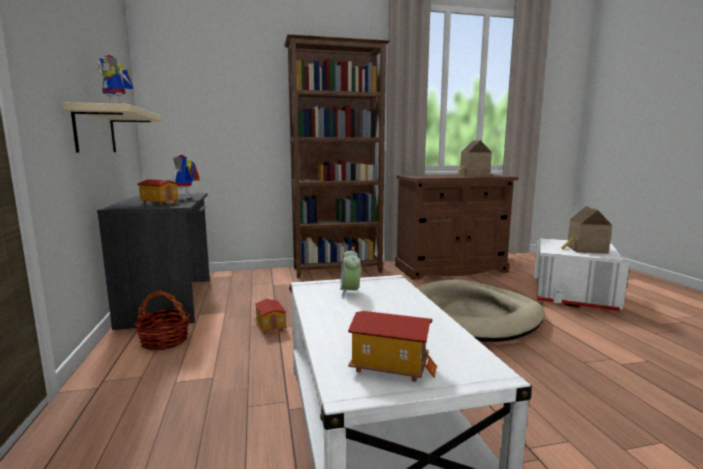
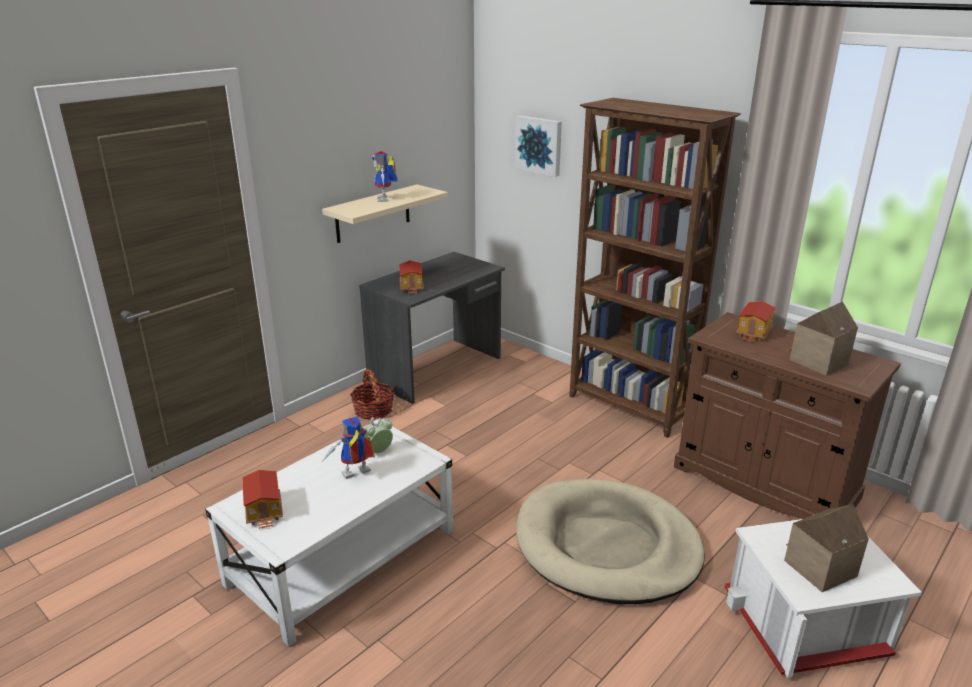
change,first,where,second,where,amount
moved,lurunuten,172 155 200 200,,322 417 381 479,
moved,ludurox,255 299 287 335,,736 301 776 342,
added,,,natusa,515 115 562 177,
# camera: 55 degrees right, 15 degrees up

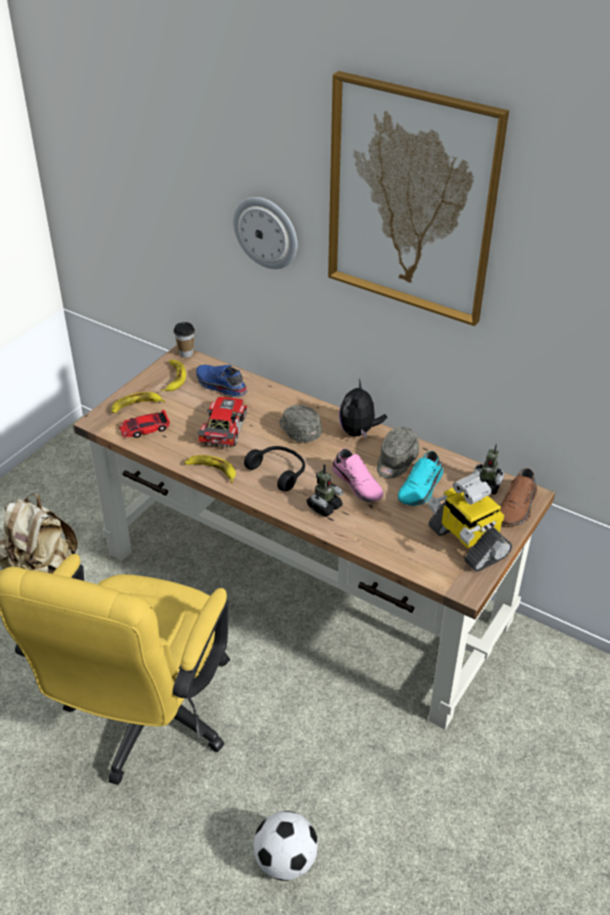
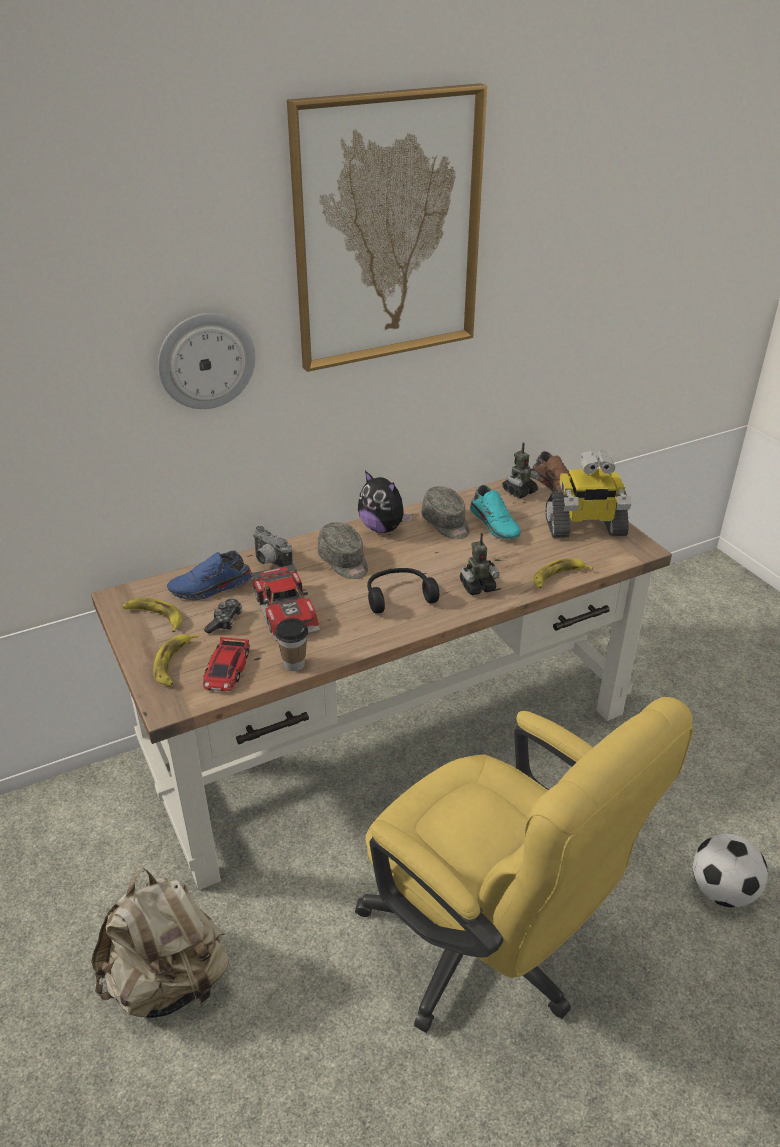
change,first,where,second,where,amount
moved,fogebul,173 322 195 358,,275 618 308 671,
moved,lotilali,185 455 236 483,,533 558 593 589,
turned,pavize,198 397 248 448,,251 563 320 641,150 degrees counterclockwise
turned,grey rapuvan,280 405 322 443,,318 522 368 579,120 degrees counterclockwise
turned,lurunuten,306 464 343 517,,460 533 500 595,90 degrees clockwise
removed,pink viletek,332 448 383 502,,,
added,,,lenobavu,204 599 242 634,
added,,,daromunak,253 526 292 567,
# camera: 60 degrees left, 5 degrees down

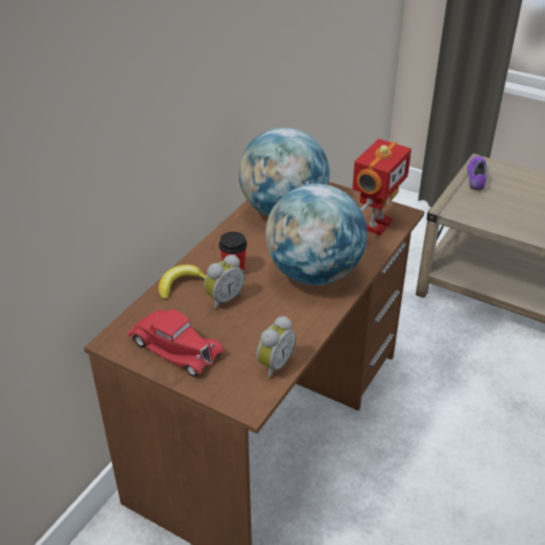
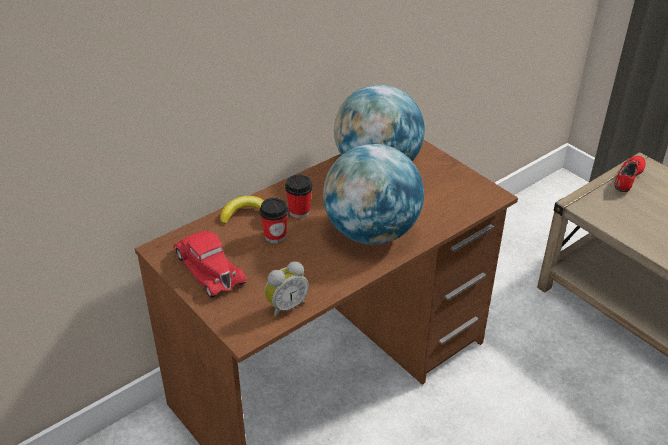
change,first,where,second,where,amount
replaced,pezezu,204 255 245 310,fogebul,260 198 288 243,
removed,lurunuten,352 139 411 235,,,
recoloured,purple viletek,467 156 487 190,red viletek,614 156 646 192,
# camera: 20 degrees right, 0 degrees up

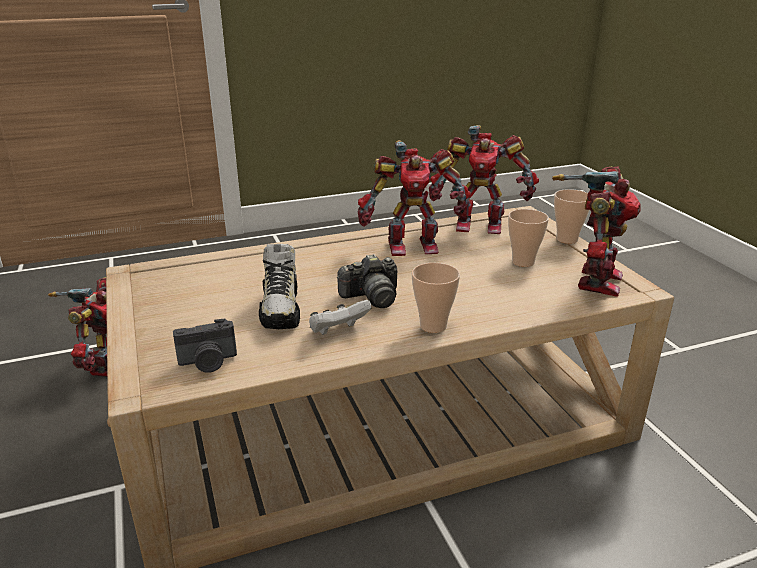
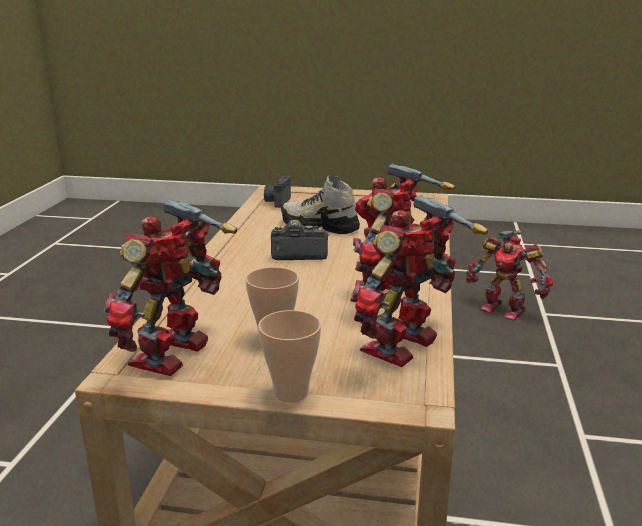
change,first,where,second,where,amount
removed,white lenobavu,309 300 371 335,,,
turned,daromunak,337 254 397 308,,271 220 330 260,75 degrees clockwise
removed,fogebul,412 263 460 333,,,
turned,lurunuten,552 166 641 297,,104 199 237 376,60 degrees clockwise
# camera: 120 degrees right, 5 degrees down

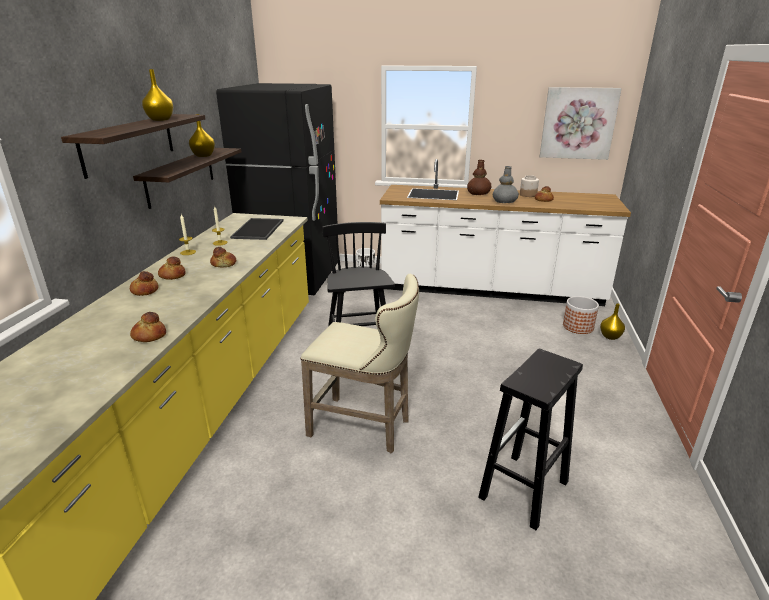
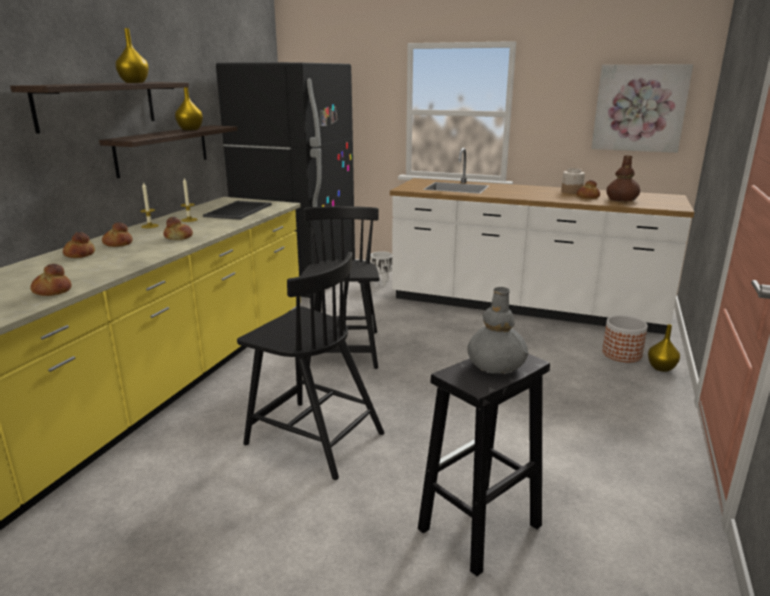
change,first,where,second,where,amount
replaced,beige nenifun,301 274 419 453,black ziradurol,237 252 384 480,
moved,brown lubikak,467 160 491 195,,607 156 640 202,
moved,grey lubikak,493 166 519 203,,467 287 529 374,
# camera: 10 degrees right, 5 degrees down

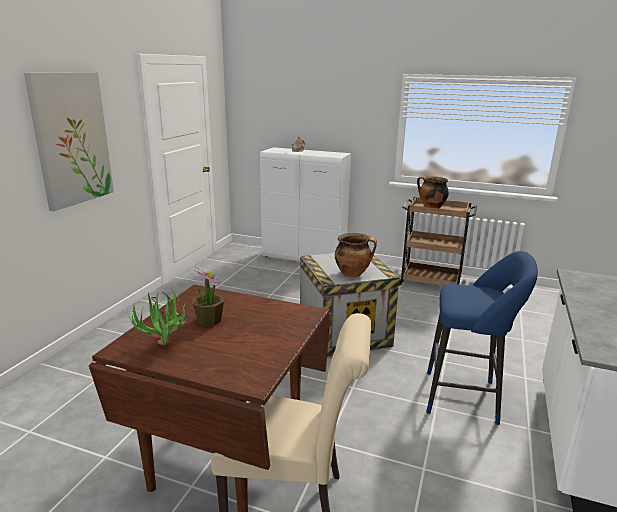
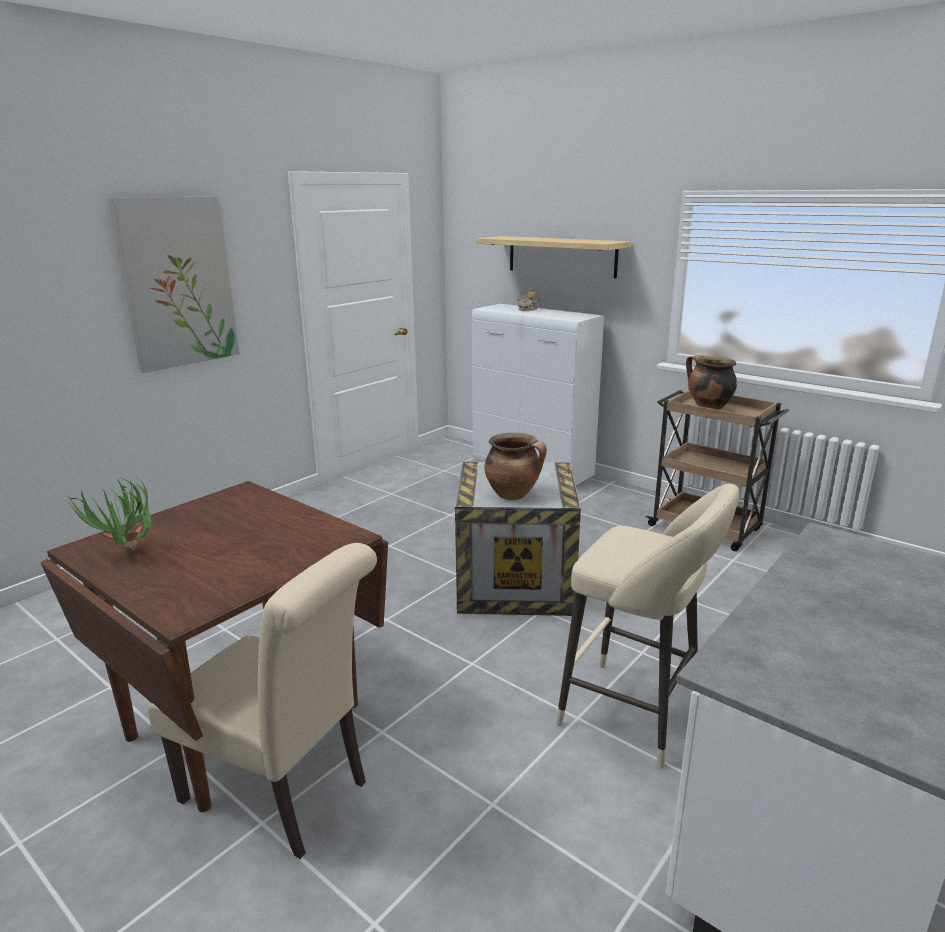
change,first,where,second,where,amount
removed,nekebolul,193 268 224 326,,,
recoloured,blue nenifun,426 251 538 425,beige nenifun,556 484 739 768,
added,,,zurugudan,477 236 631 278,
# camera: 20 degrees right, 0 degrees up

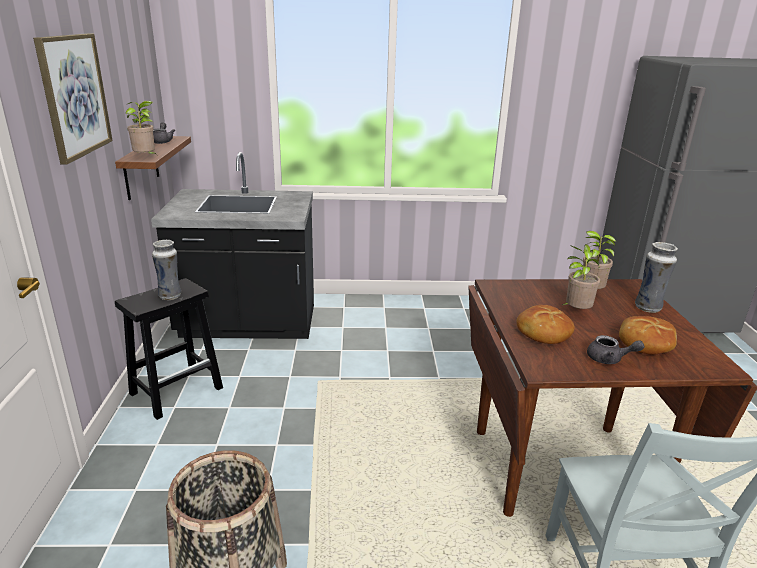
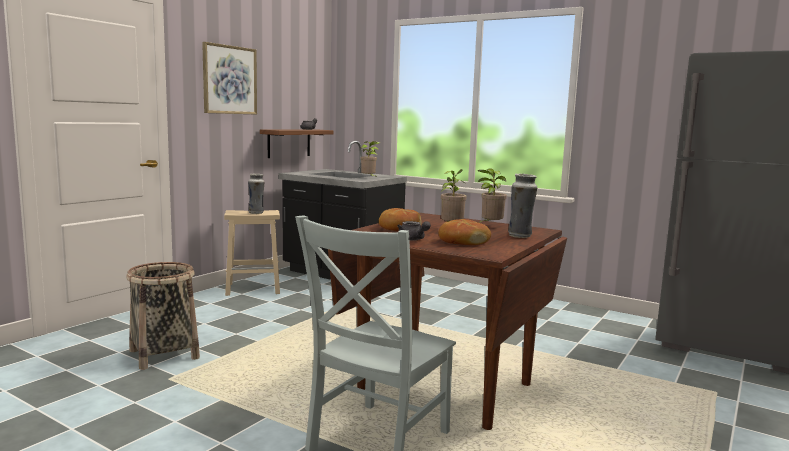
change,first,where,second,where,amount
recoloured,black nenifun,115 278 223 420,beige nenifun,224 210 280 296,
moved,nekebolul,125 101 157 155,,361 141 380 176,
# camera: 35 degrees right, 15 degrees down

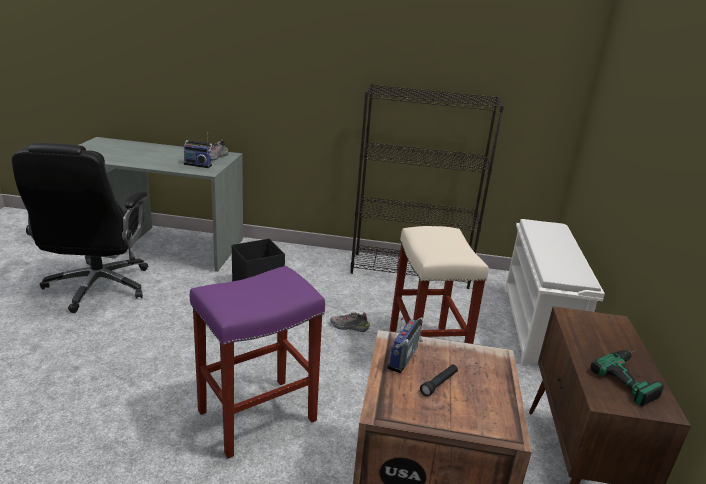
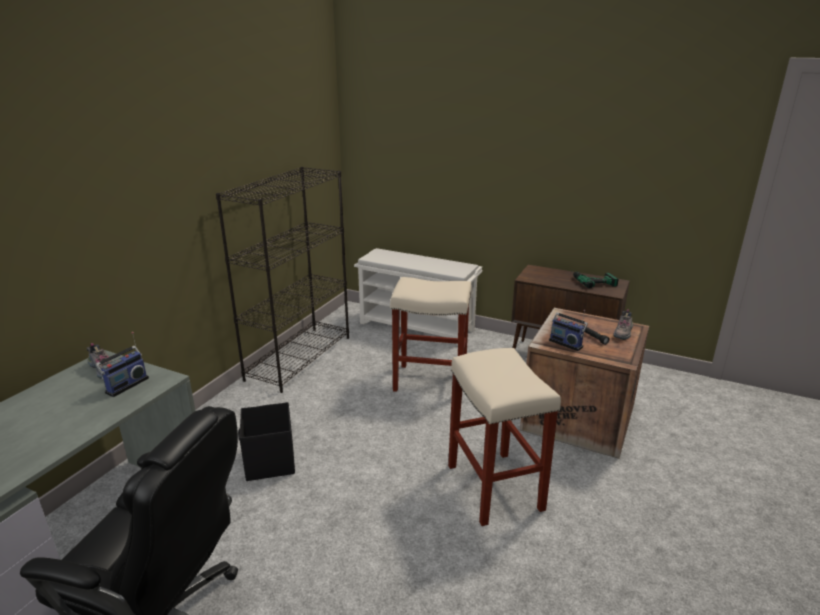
change,first,where,second,where,amount
recoloured,purple nenifun,190 266 325 459,beige nenifun,448 348 561 526,
moved,viletek,330 313 370 332,,613 309 633 340,
# camera: 70 degrees left, 0 degrees up

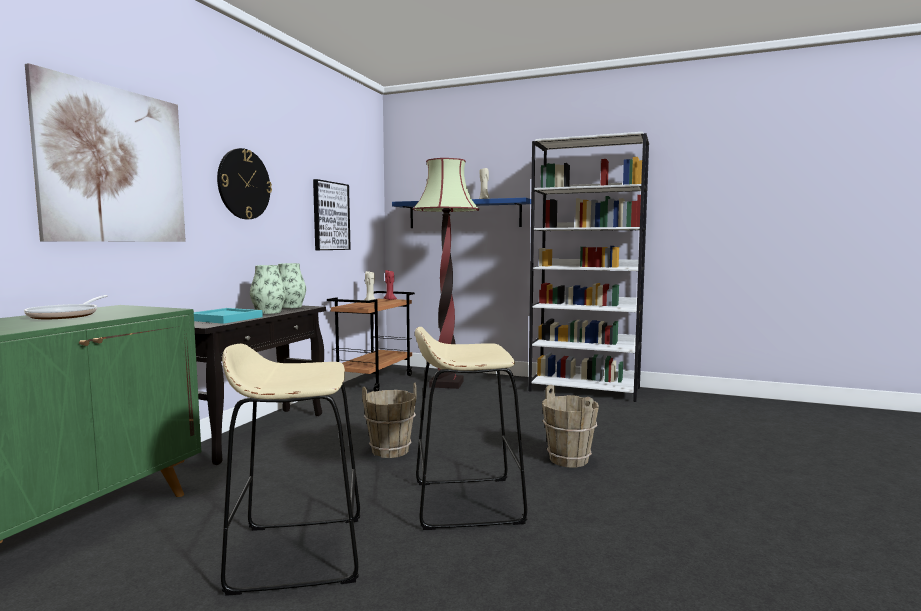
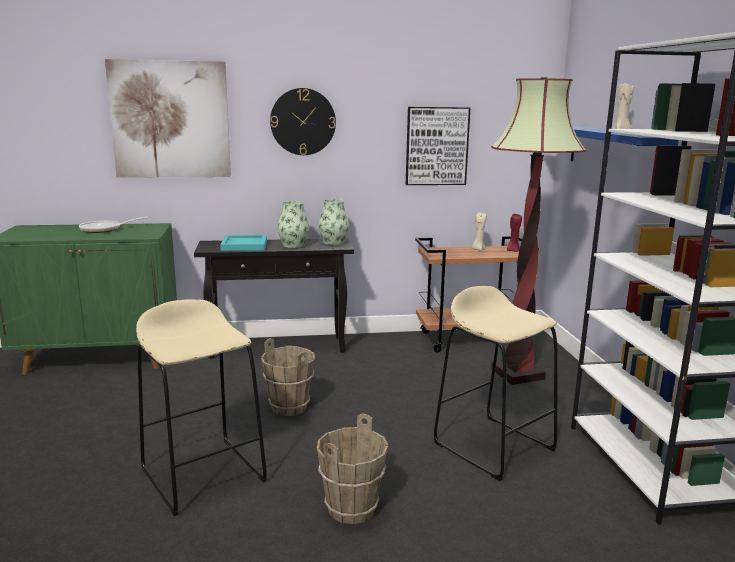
change,first,where,second,where,amount
moved,beige nenifun,221 344 360 596,,433 286 558 481,
# camera: 60 degrees right, 10 degrees up

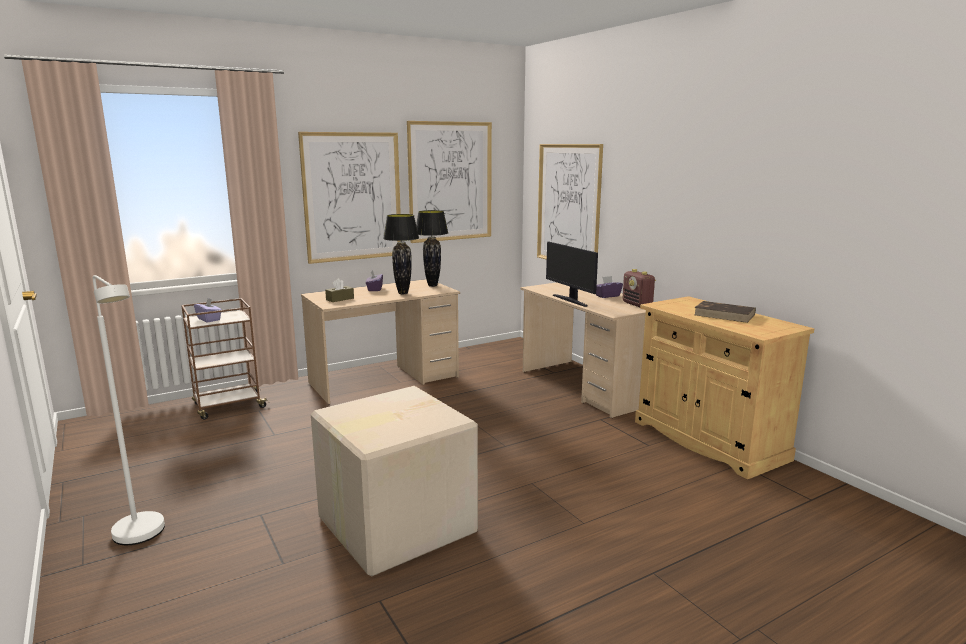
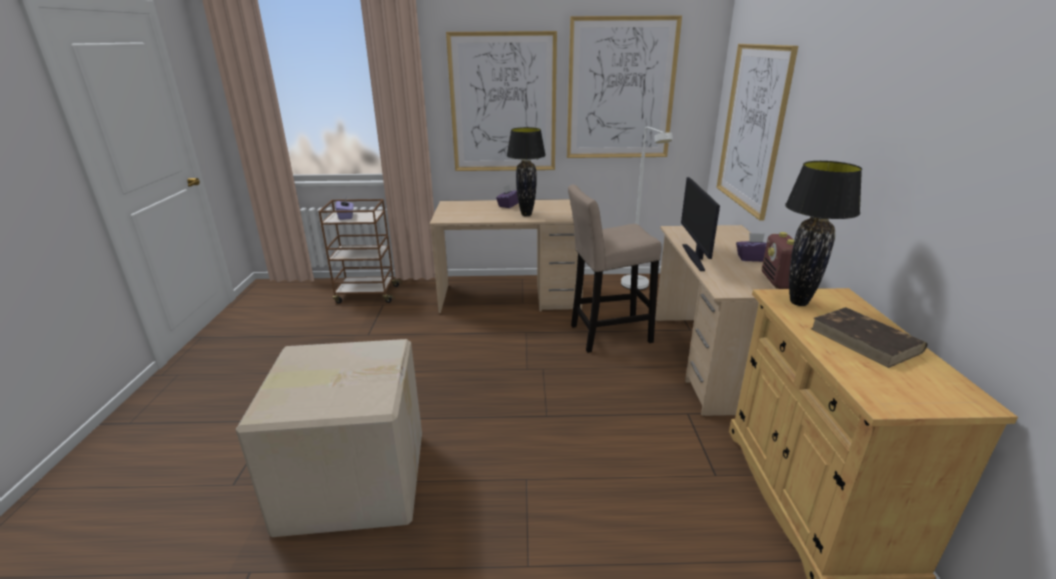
change,first,where,second,where,amount
moved,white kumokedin,93 275 165 545,,621 127 673 290,
removed,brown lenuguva,325 278 354 302,,,
moved,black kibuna,416 210 448 287,,785 161 862 306,
added,,,beige nenifun,568 184 661 353,
# camera: 30 degrees right, 10 degrees up

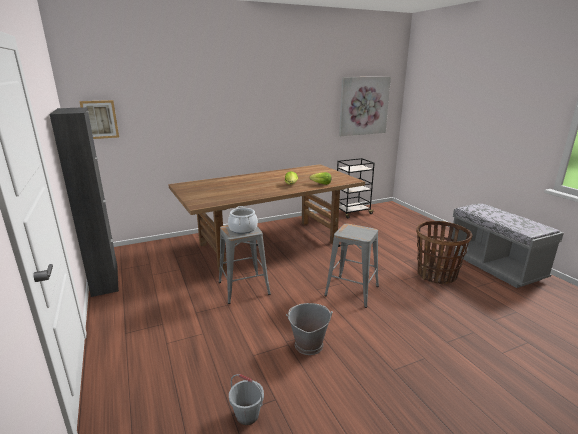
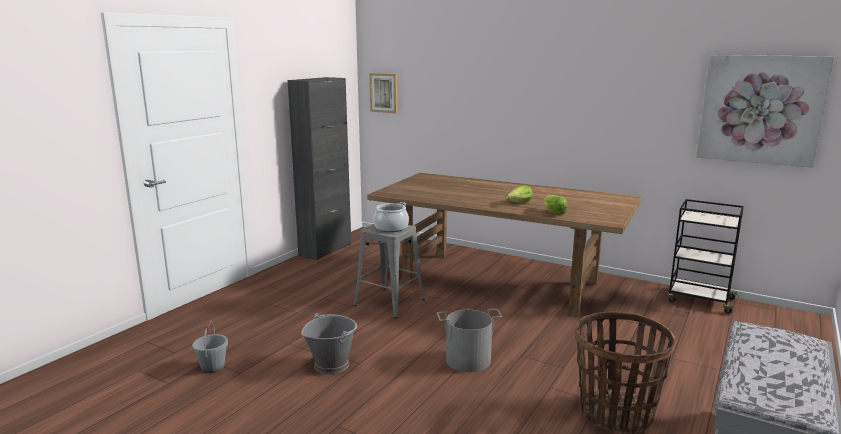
change,first,where,second,where,amount
replaced,grey nenifun,324 223 379 308,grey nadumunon,437 309 502 372,
# camera: 55 degrees right, 5 degrees down

